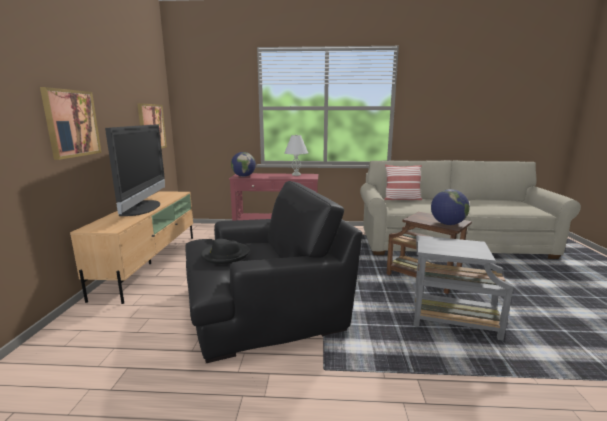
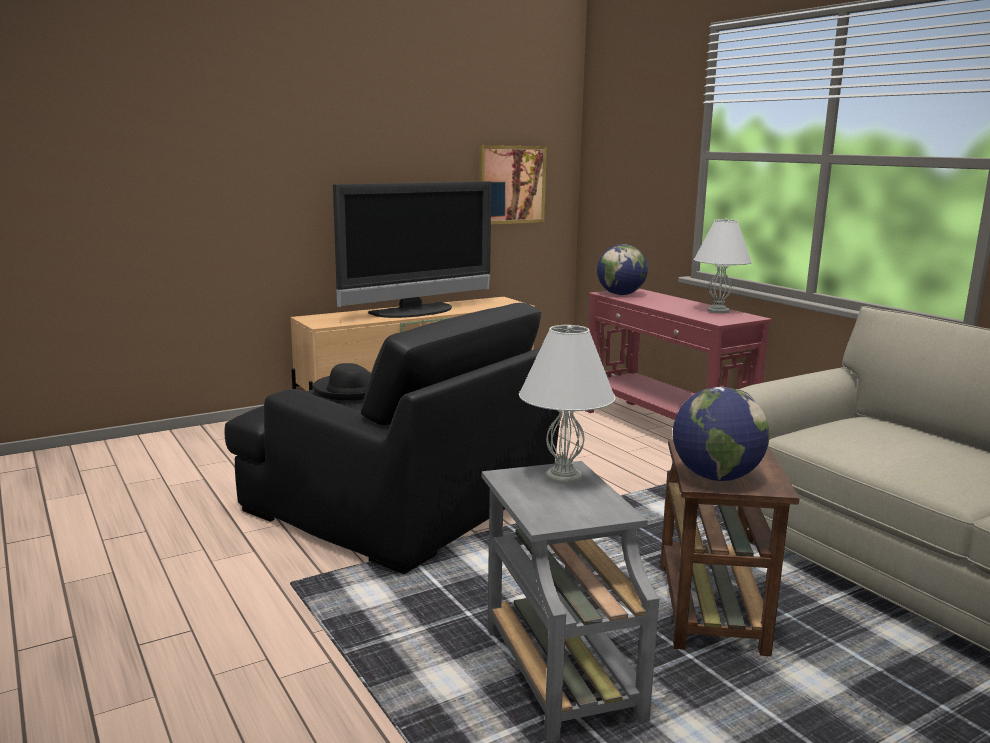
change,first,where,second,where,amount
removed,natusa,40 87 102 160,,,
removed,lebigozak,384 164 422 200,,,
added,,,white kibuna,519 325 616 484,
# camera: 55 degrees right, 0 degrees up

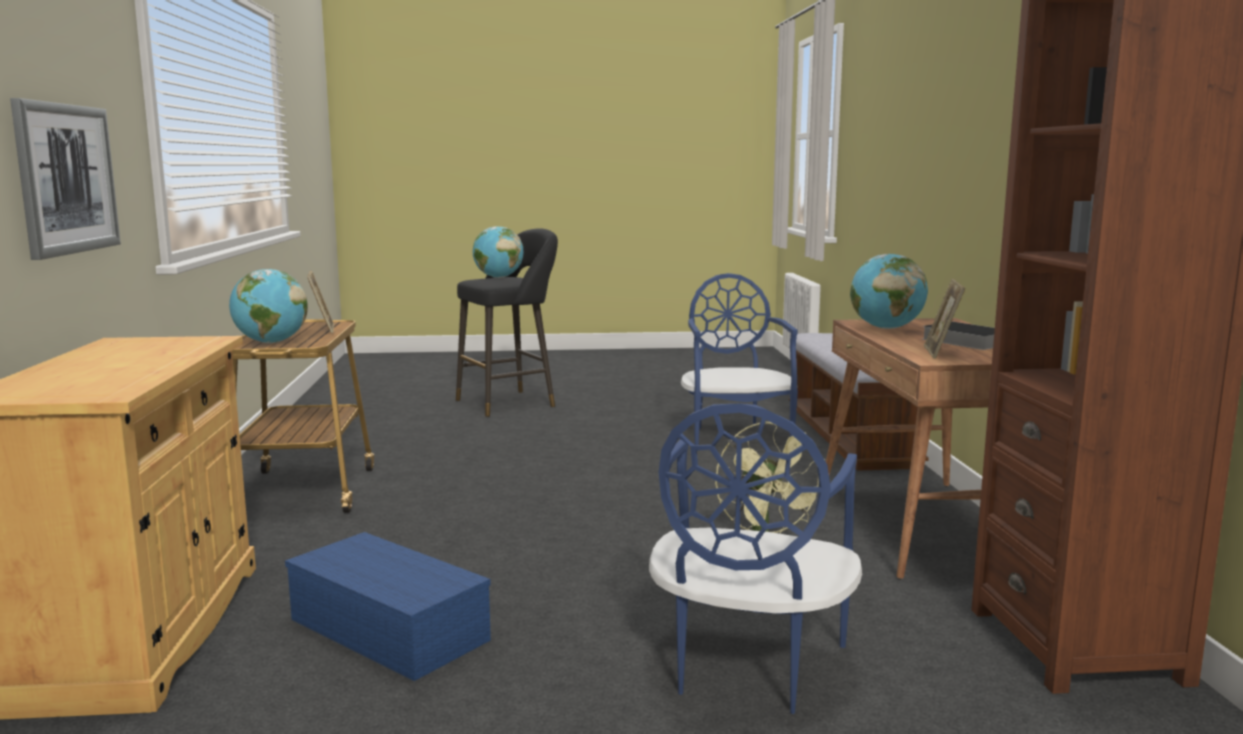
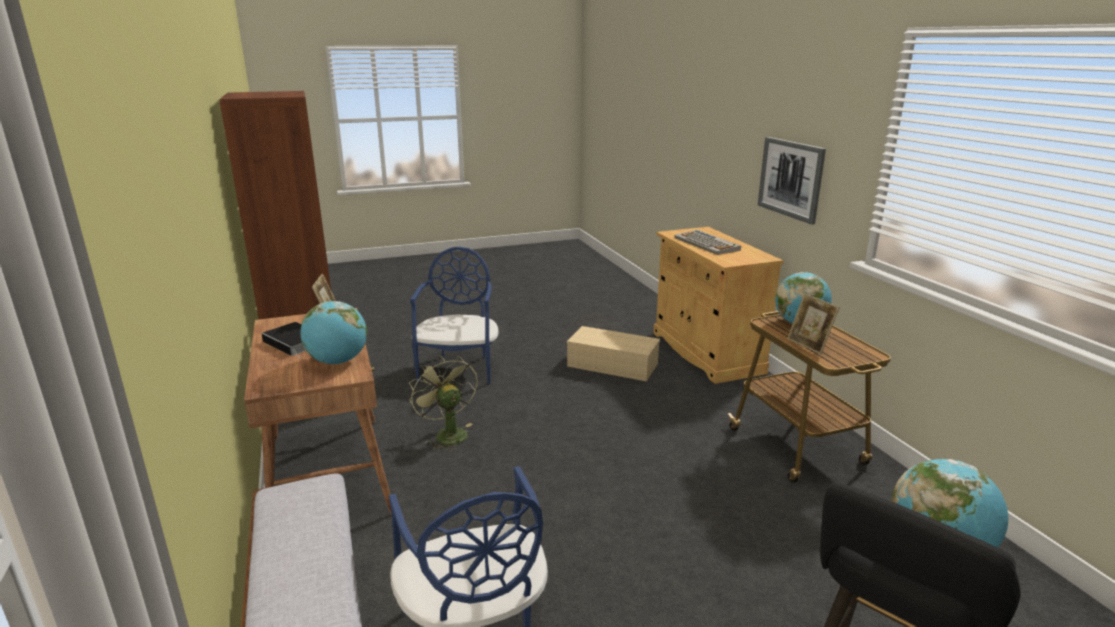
change,first,where,second,where,amount
recoloured,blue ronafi,285 532 491 681,beige ronafi,567 326 660 382,
added,,,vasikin,674 230 741 255,
# camera: 165 degrees right, 10 degrees up

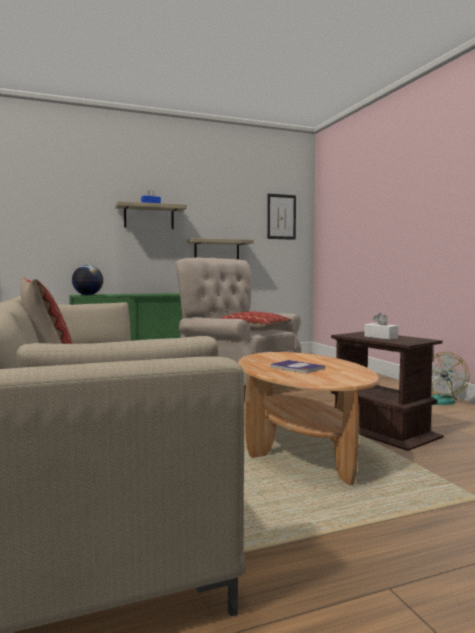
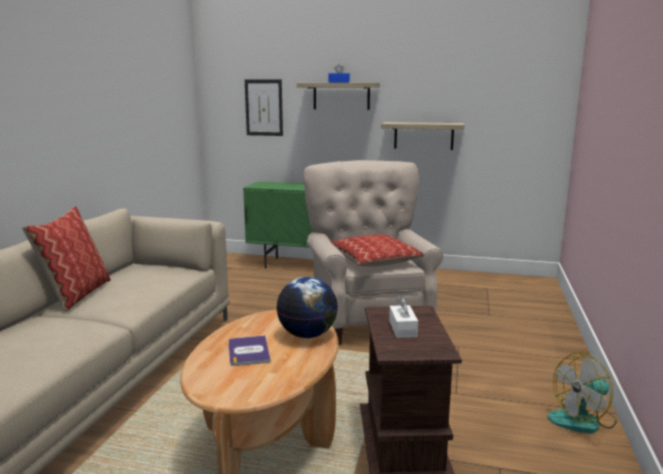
change,first,where,second,where,amount
moved,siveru,72 265 103 295,,276 277 338 338,
moved,natusa,267 194 296 240,,245 79 283 136,
# camera: 35 degrees right, 10 degrees up

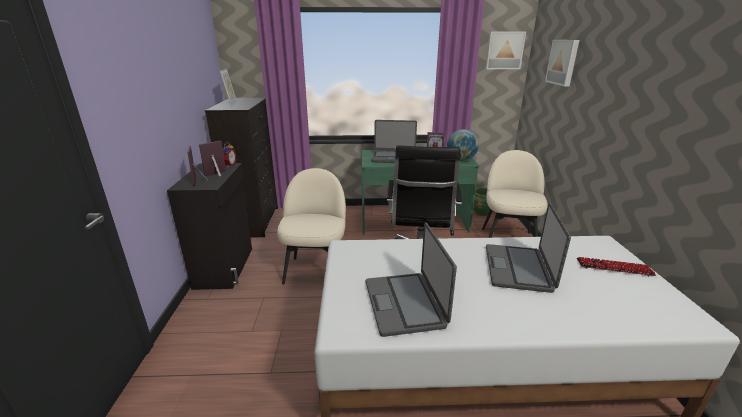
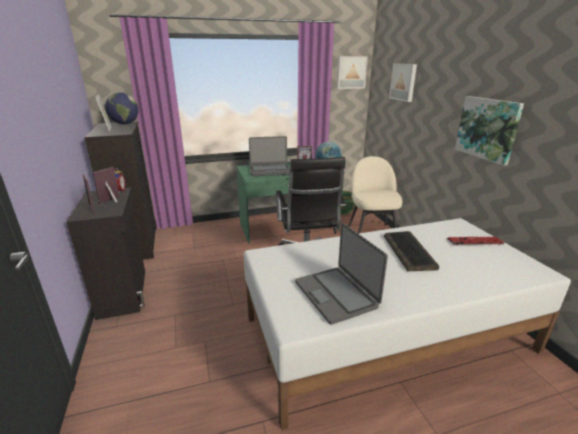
change,first,where,second,where,amount
removed,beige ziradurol,277 168 346 285,,,
replaced,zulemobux,486 202 571 293,vasikin,384 231 439 271,
added,,,siveru,105 92 139 124,
added,,,natusa,455 96 524 166,
# camera: 15 degrees left, 0 degrees up

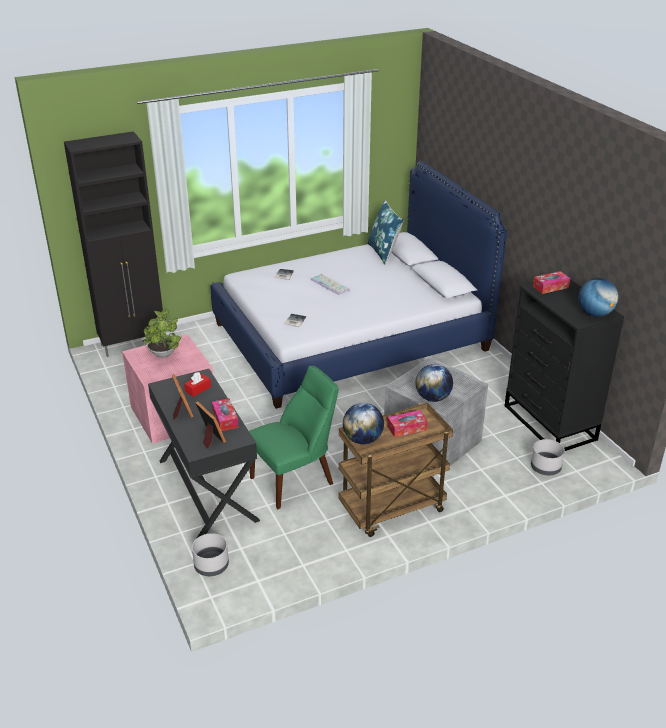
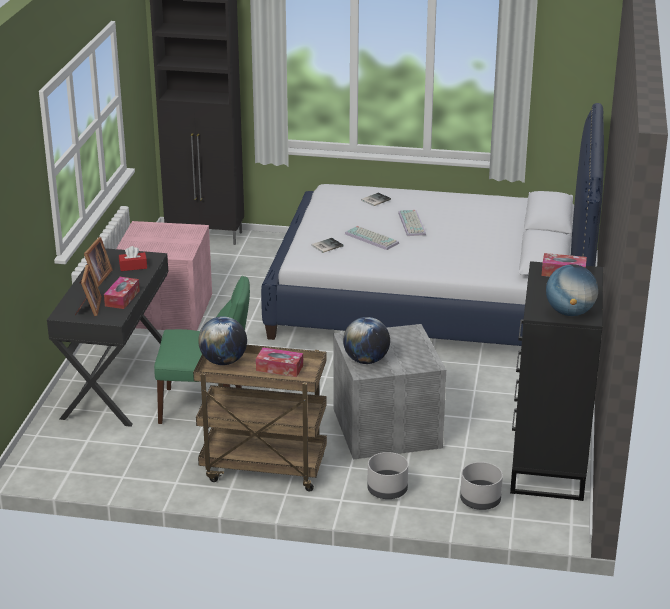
change,first,where,second,where,amount
removed,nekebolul,142 309 181 358,,,
moved,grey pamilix,192 533 229 576,,367 452 408 499,
removed,blue lebigozak,367 200 404 264,,,
added,,,vasikin,345 226 399 250,
# camera: 35 degrees right, 5 degrees down

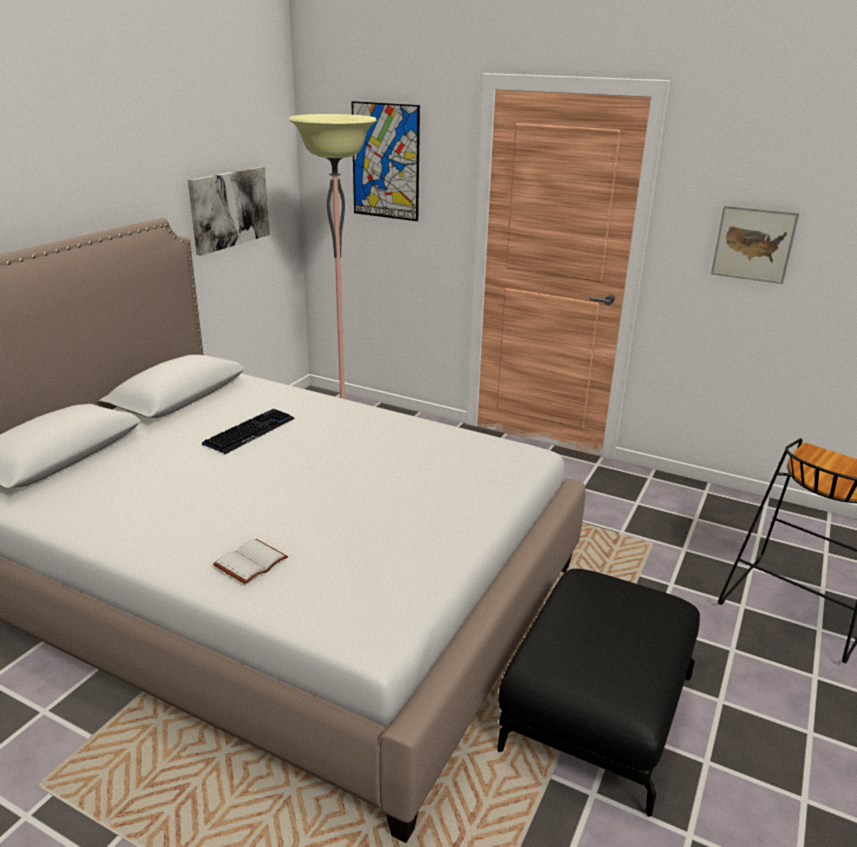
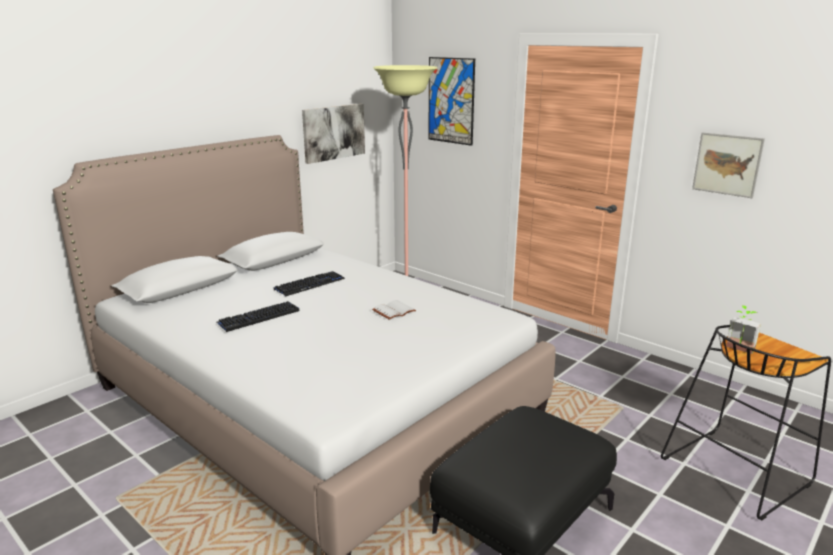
change,first,where,second,where,amount
moved,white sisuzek,213 538 288 584,,372 300 416 320,
added,,,vasikin,217 301 299 332,
added,,,nekebolul,726 305 761 354,
# camera: 15 degrees right, 5 degrees down

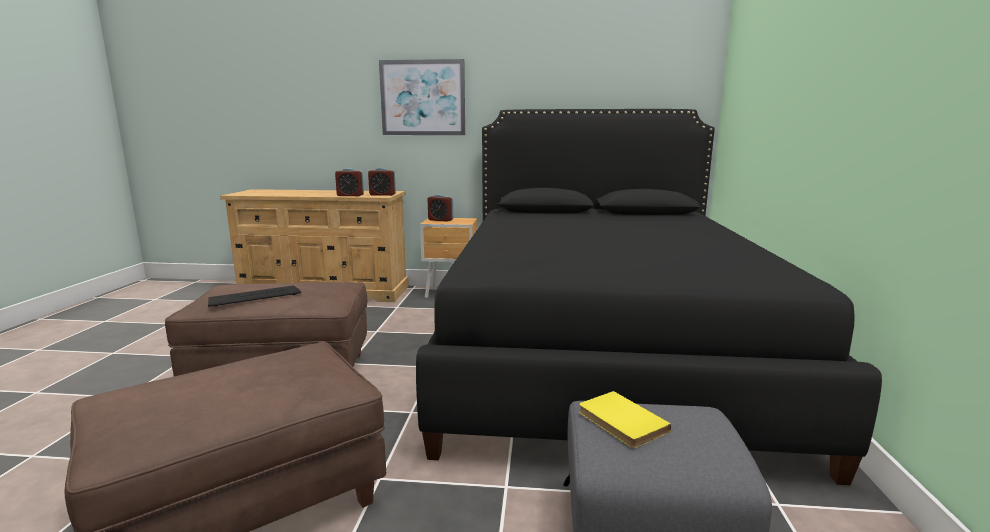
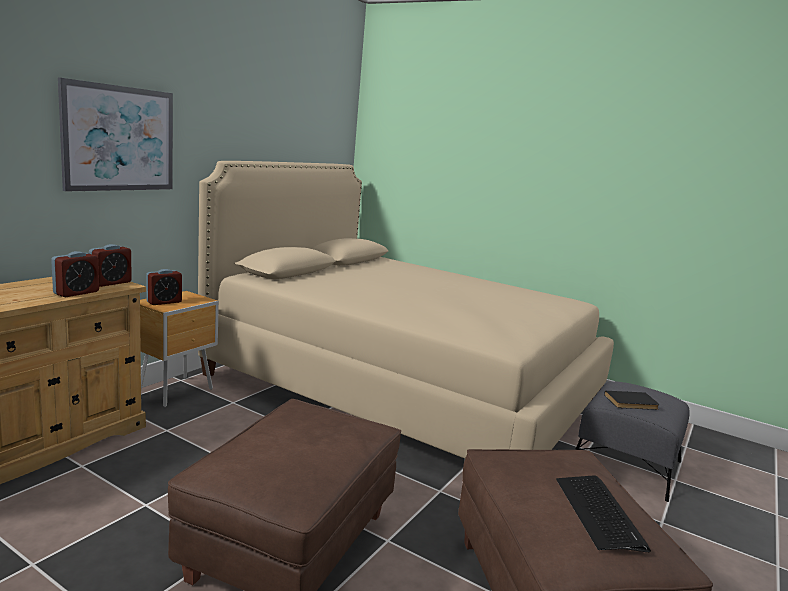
change,first,where,second,where,amount
moved,vasikin,208 285 301 307,,556 475 651 552,
recoloured,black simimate,416 109 882 485,beige simimate,198 161 614 459,
recoloured,yellow sisuzek,579 391 671 448,black sisuzek,604 391 660 410,
# camera: 65 degrees left, 0 degrees up

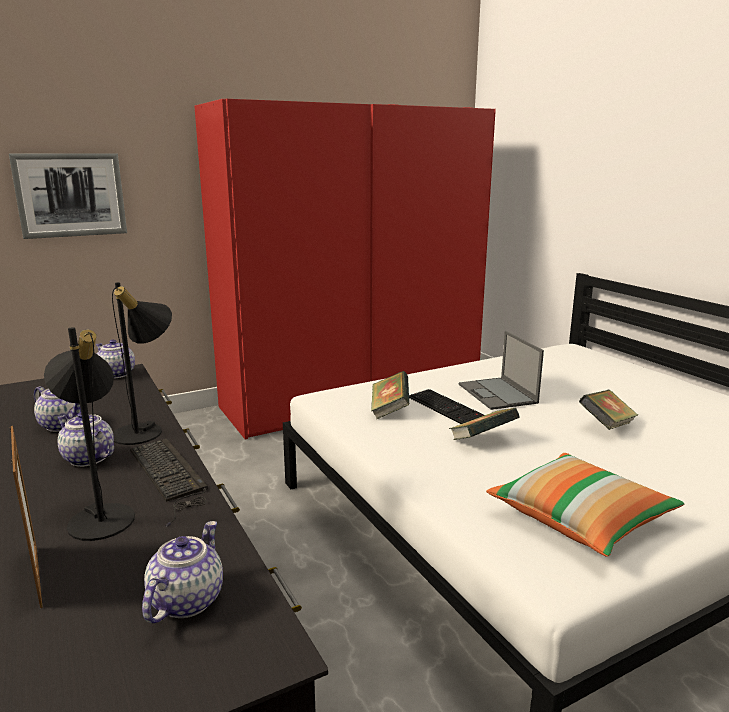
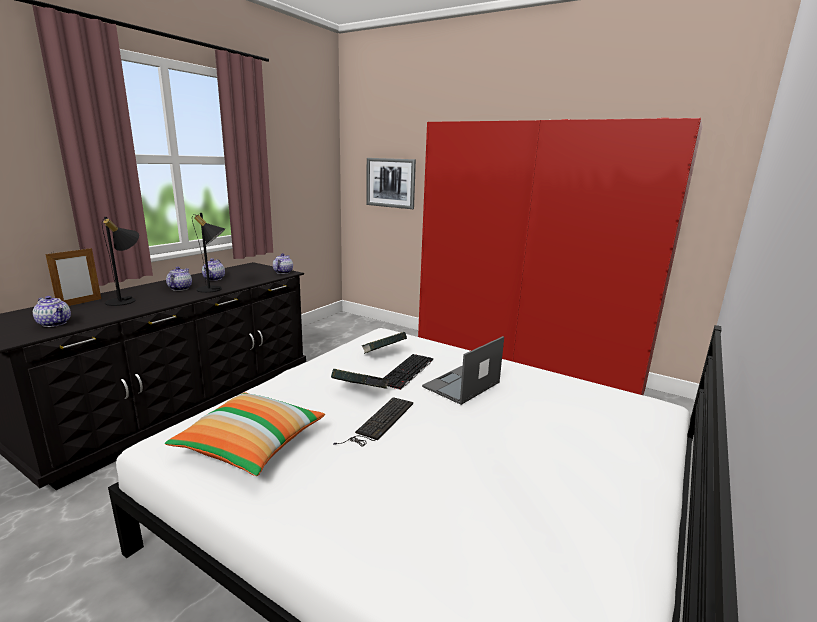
change,first,where,second,where,amount
moved,vasikin,130 439 208 527,,333 397 413 447,
turned,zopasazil,142 521 223 623,,33 296 71 327,45 degrees clockwise
removed,sisuzek,579 390 638 430,,,
# camera: 60 degrees right, 0 degrees up

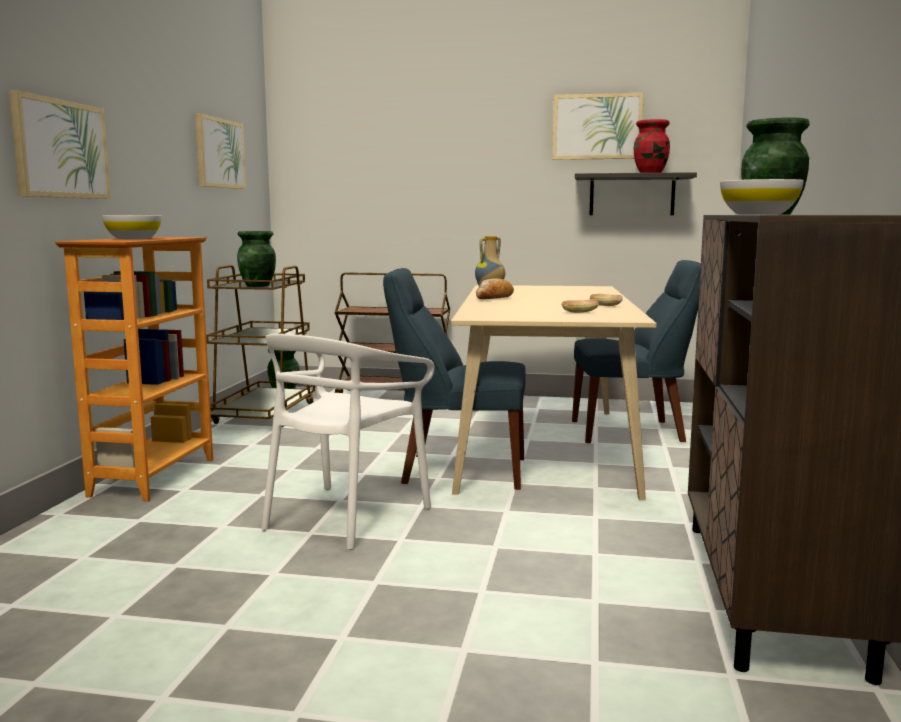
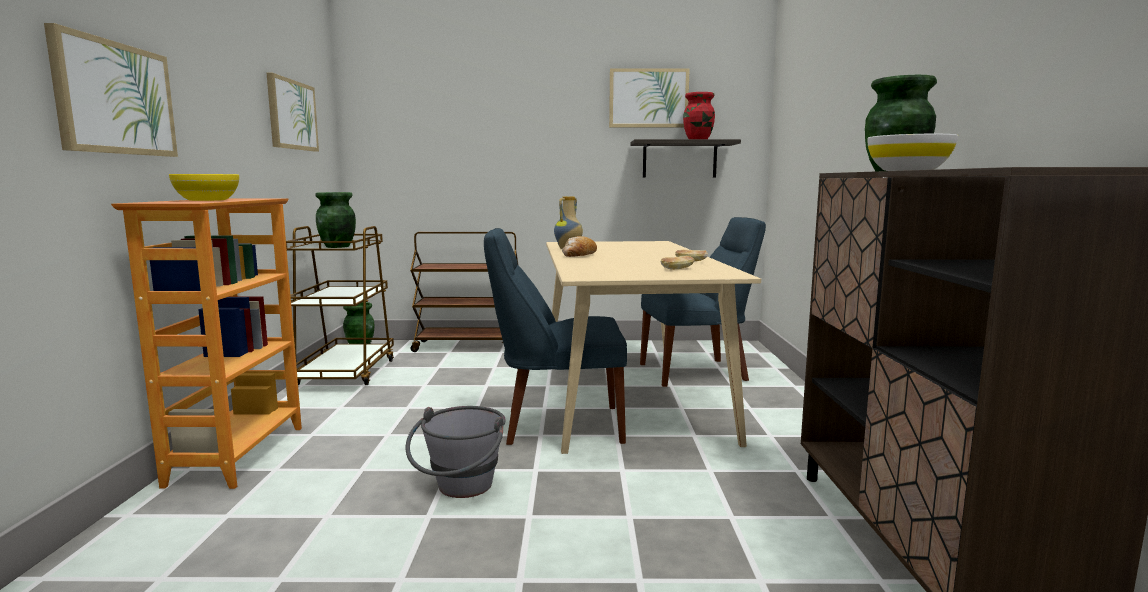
change,first,where,second,where,amount
recoloured,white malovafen,102 215 162 239,yellow malovafen,169 174 239 201,
replaced,white ziradurol,261 334 434 550,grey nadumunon,406 406 506 498,
# camera: 10 degrees left, 0 degrees up

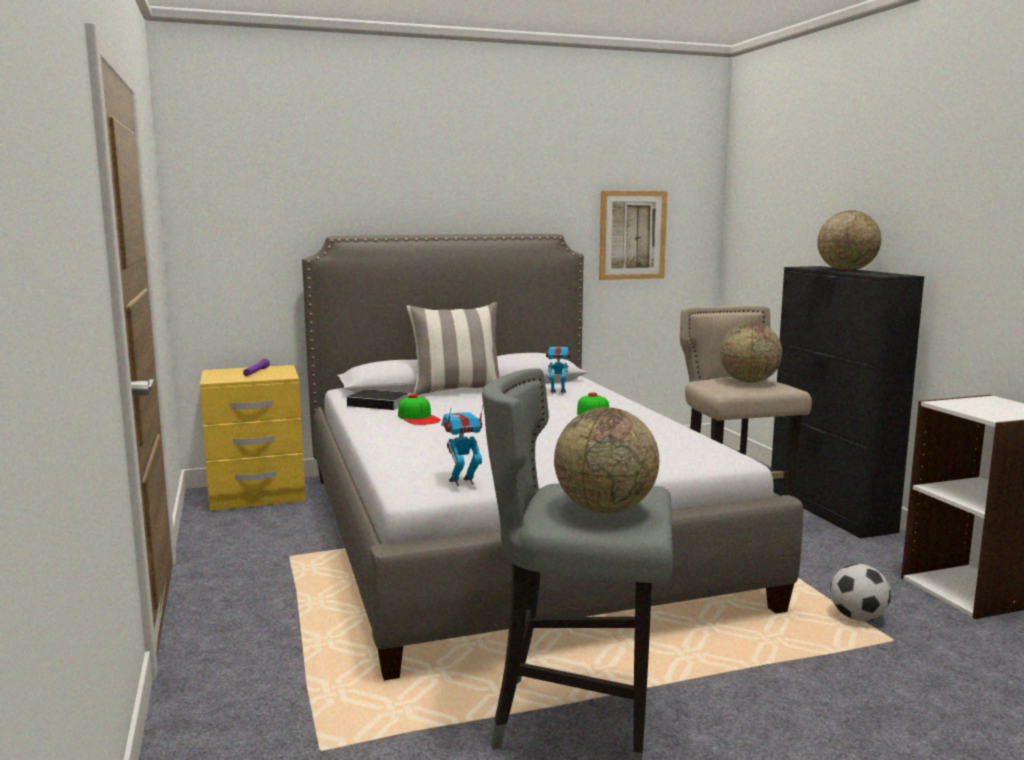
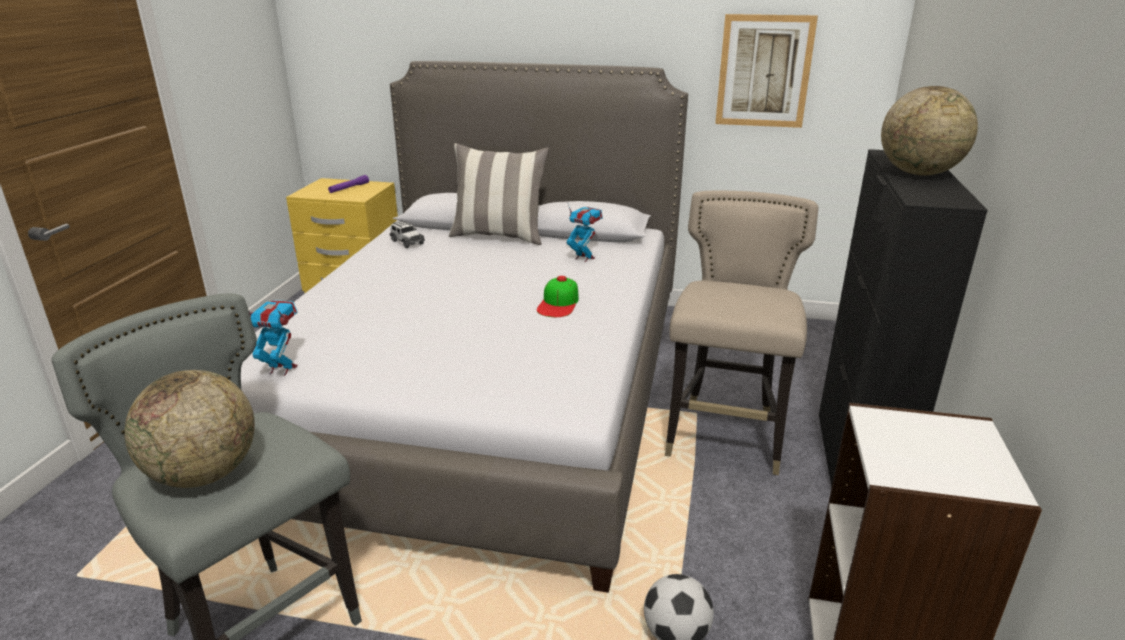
change,first,where,second,where,amount
replaced,sisuzek,347 389 409 410,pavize,390 220 425 248,
removed,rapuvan,398 394 441 425,,,
removed,siveru,720 322 782 383,,,
# camera: 30 degrees right, 15 degrees up

